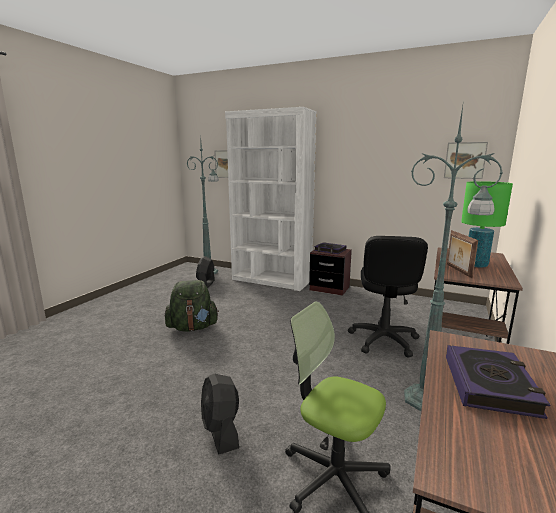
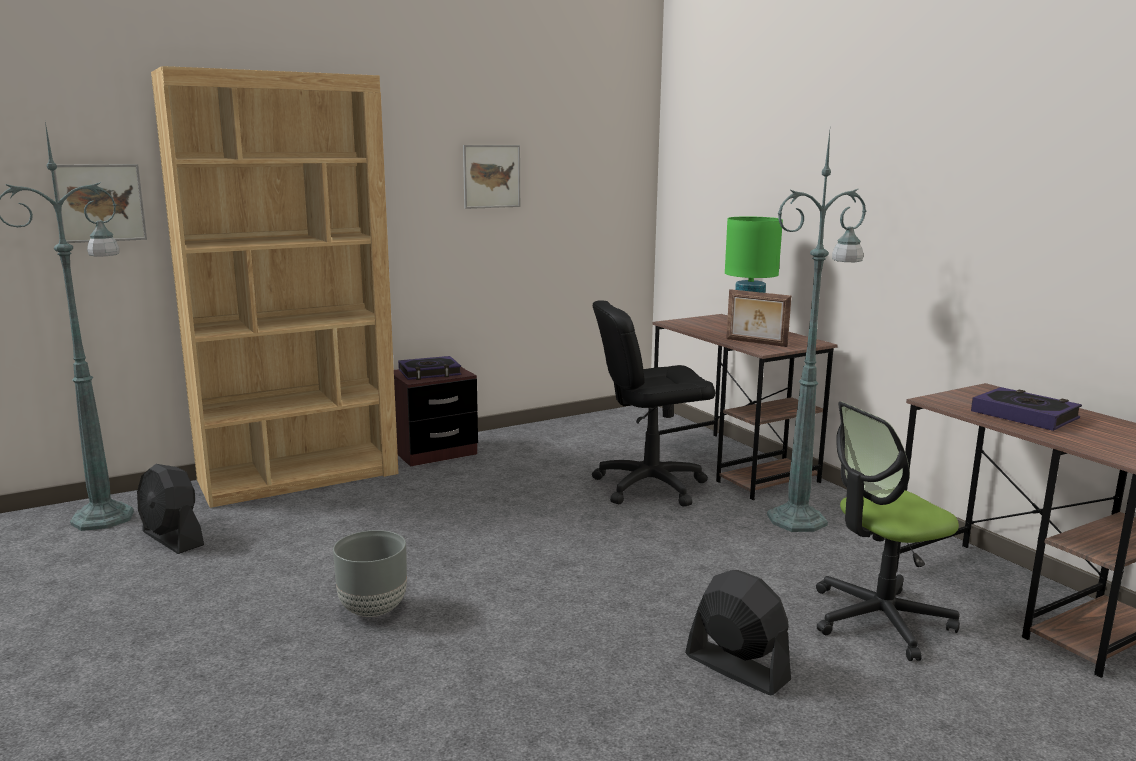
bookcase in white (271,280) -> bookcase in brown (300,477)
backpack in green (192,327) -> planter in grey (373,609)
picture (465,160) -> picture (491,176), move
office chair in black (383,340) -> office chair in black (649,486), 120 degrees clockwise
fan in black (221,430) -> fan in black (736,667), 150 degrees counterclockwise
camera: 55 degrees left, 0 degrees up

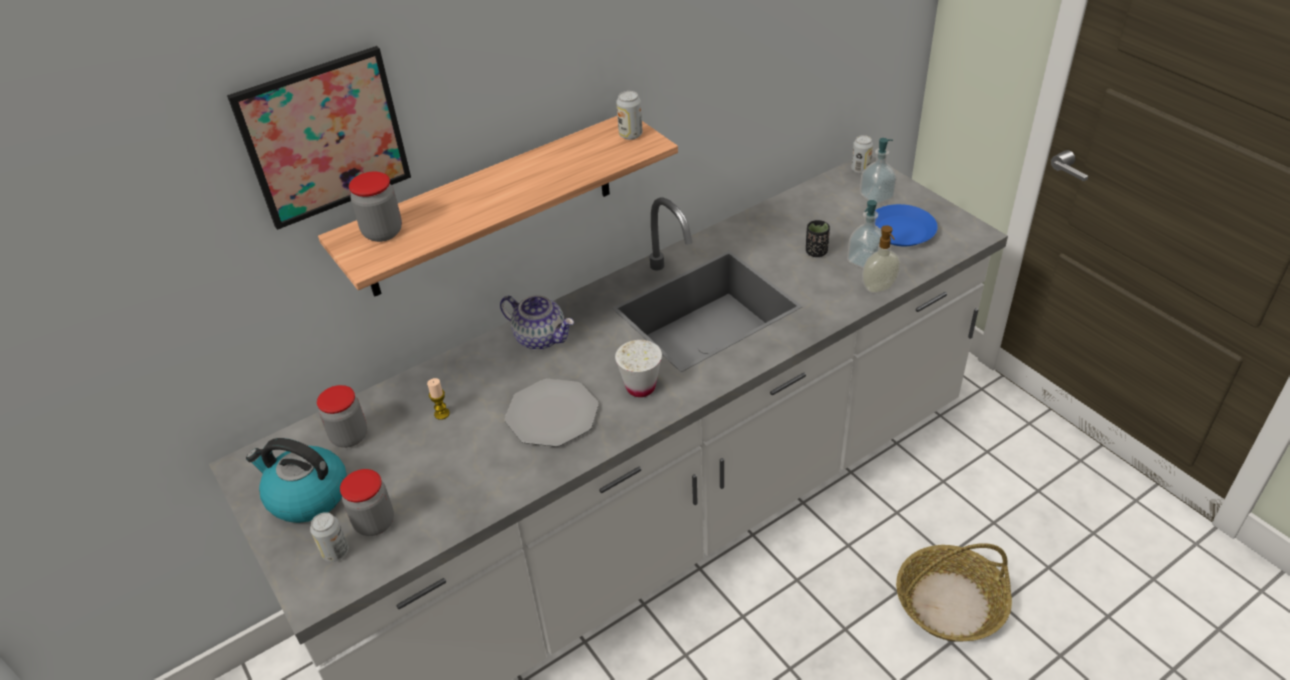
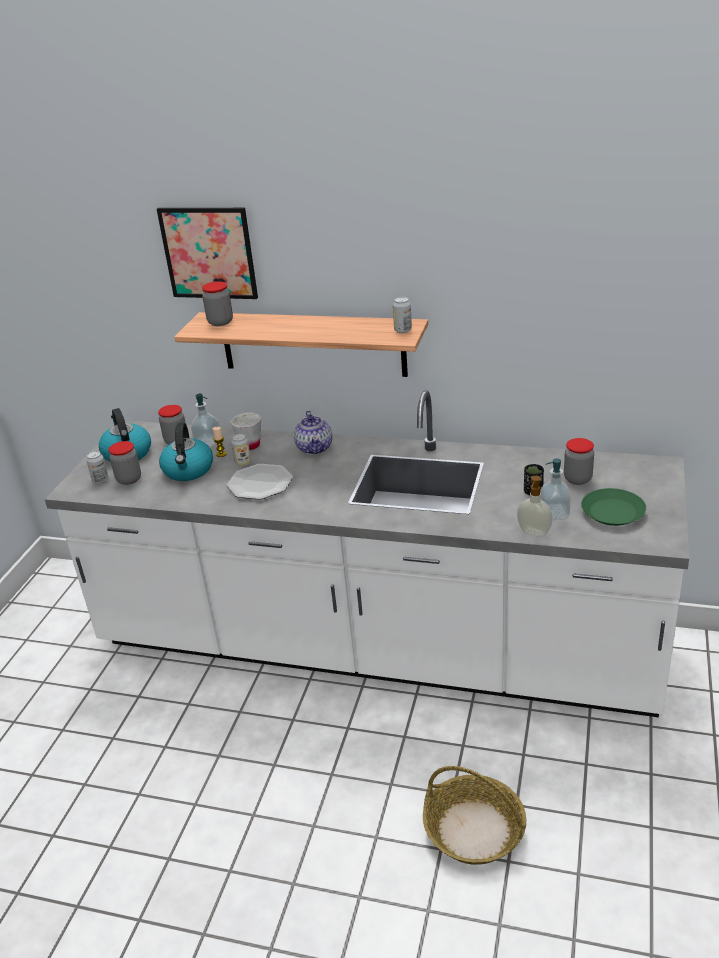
none -> kettle (188,470)
soap dispenser (876,197) -> soap dispenser (208,442), move
cup in white (640,387) -> cup in white (250,445), move
can (860,169) -> can (243,463), move
none -> jar (577,479)
plate in blue (901,232) -> plate in green (612,512)
camera: 50 degrees right, 10 degrees down

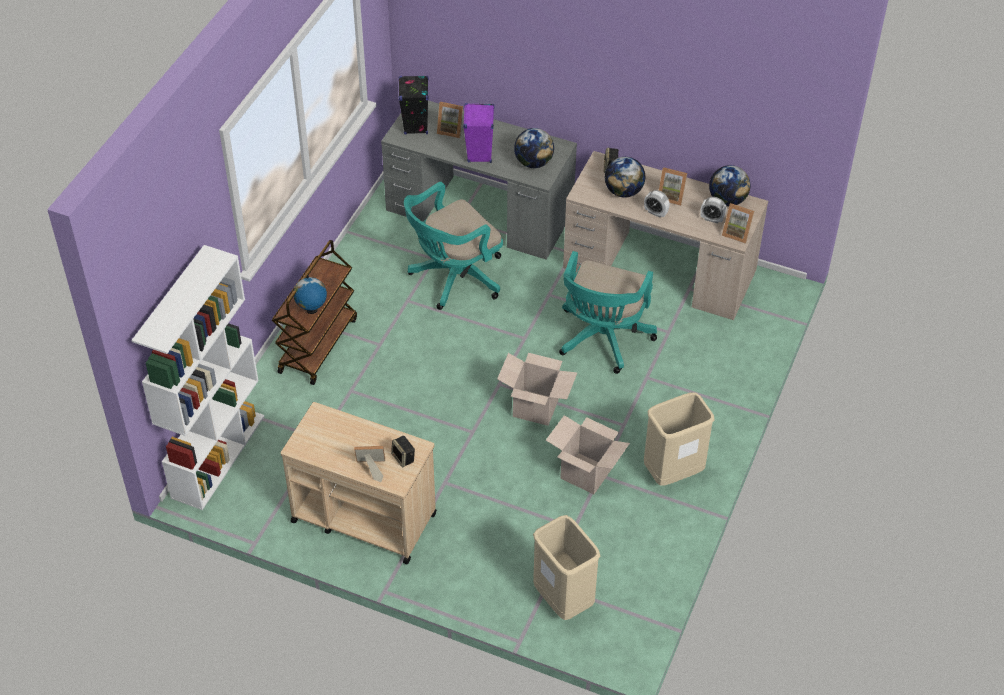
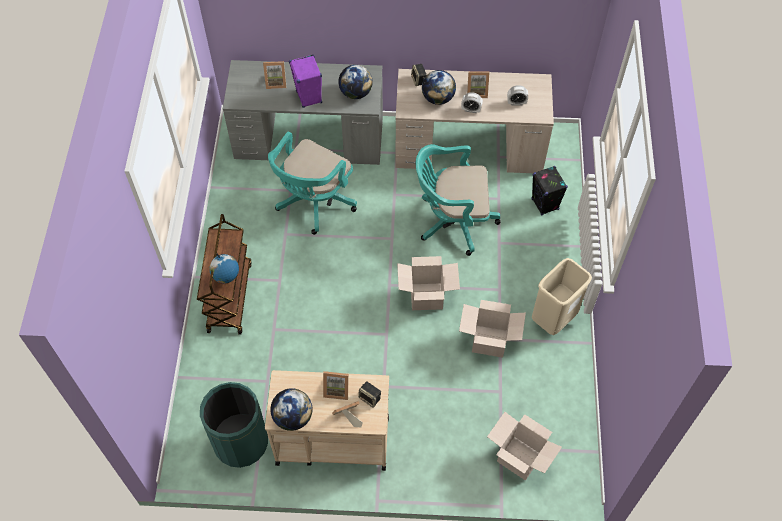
none -> trash can in green (240,442)
globe (727,200) -> globe (293,417), move
picture frame (737,233) -> picture frame (337,389), move
office chair in turquoise (602,340) -> office chair in turquoise (452,221), 90 degrees clockwise
trash can in beige (563,600) -> cardboard box (519,458)
speaker in black (416,126) -> speaker in black (545,204), move
bookcase in white (218,455) -> none
camera: 20 degrees left, 10 degrees up

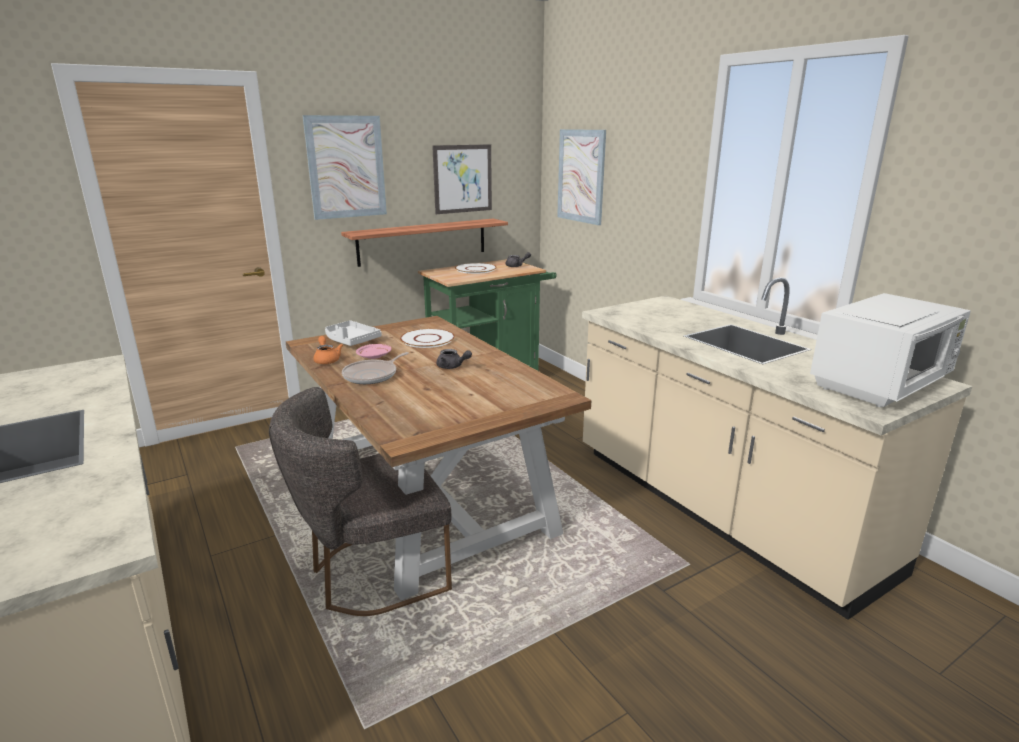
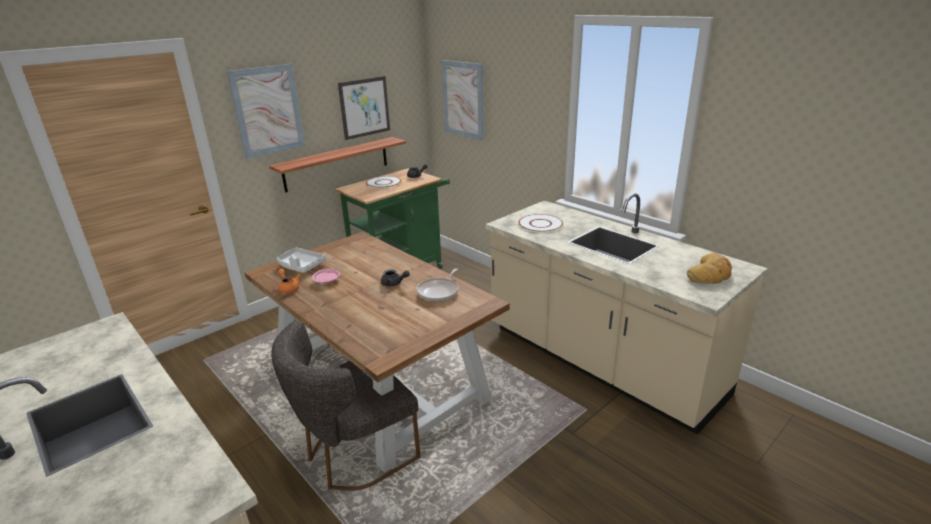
frying pan (372,375) -> frying pan (439,292), move
plate in white (428,339) -> plate in white (540,224), move
microwave in white (881,384) -> bread (710,274)
camera: 10 degrees left, 5 degrees up

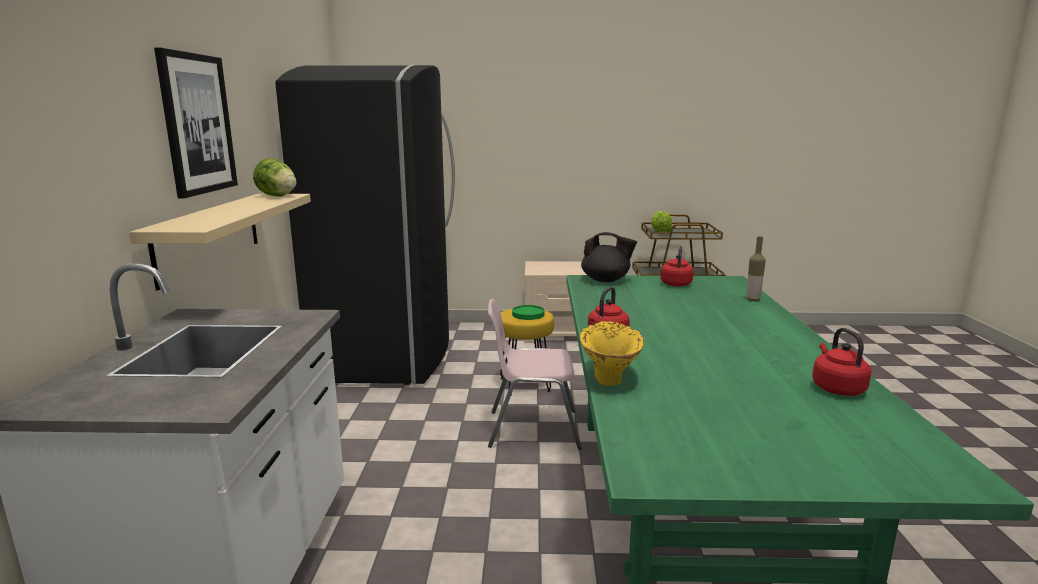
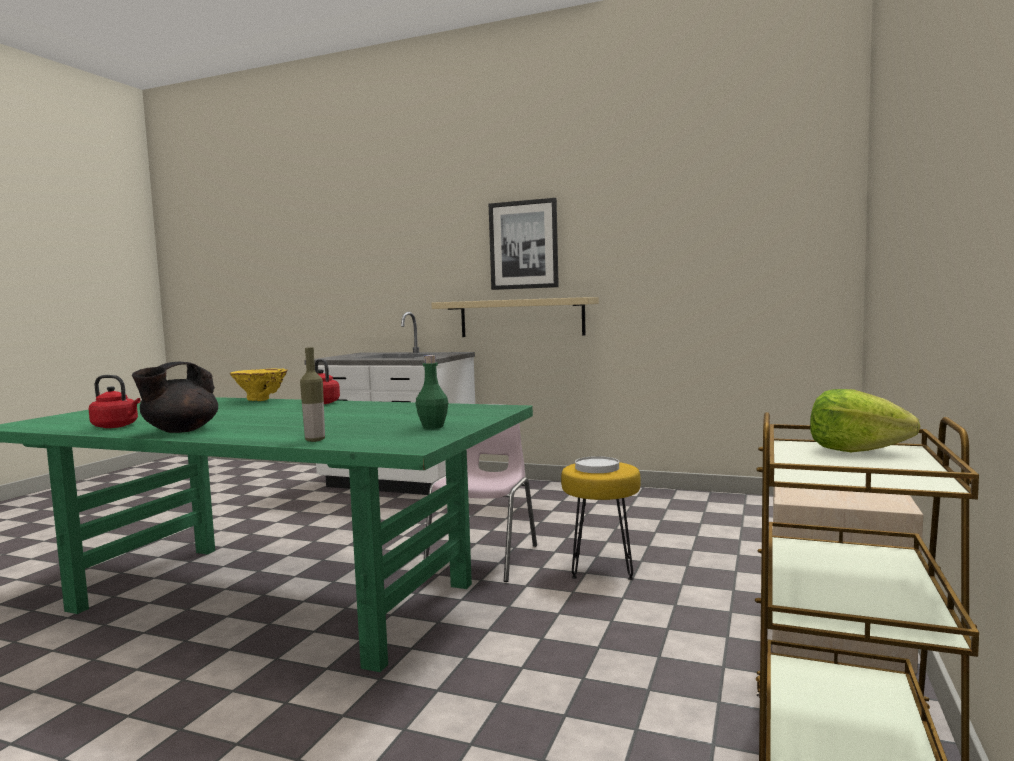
teapot in black (606,280) -> teapot in black (180,430), move
kettle in red (676,283) -> bottle in green (433,427)
plate in green (528,314) -> plate in white (597,468)
lettuce (277,196) -> none
fridge in black (389,353) -> none
camera: 110 degrees right, 10 degrees down

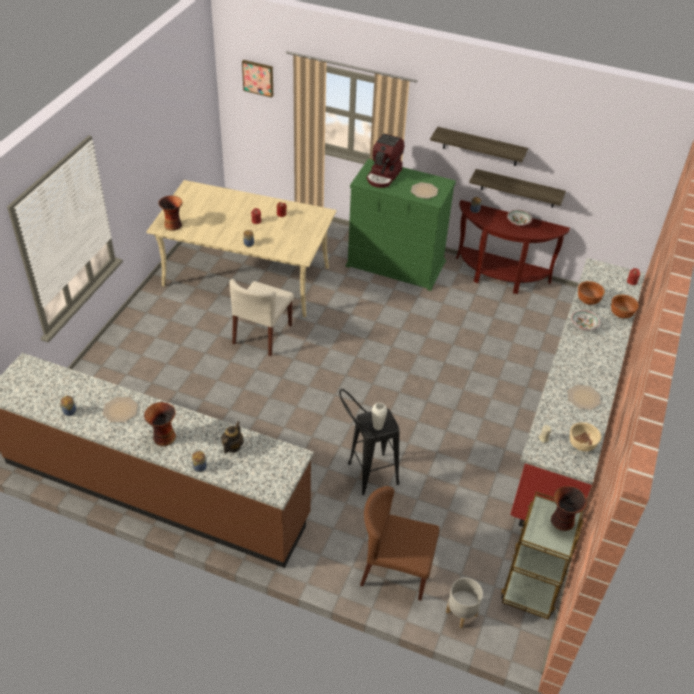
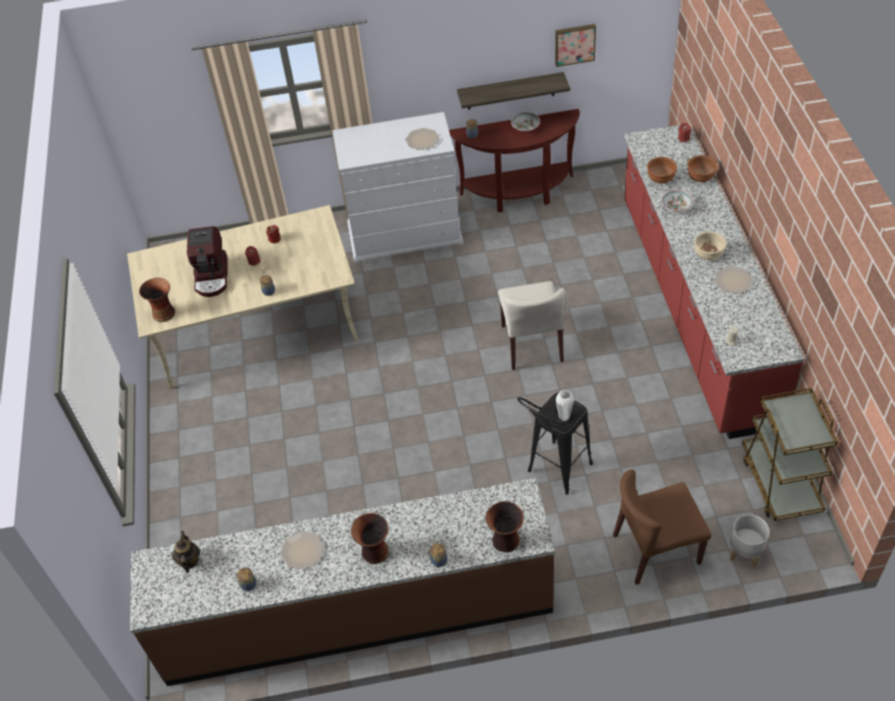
teapot (232,447) -> teapot (189,561), move
coffee machine (384,176) -> coffee machine (212,276), move
dresser in green (396,264) -> dresser in white (405,233)
vase (562,521) -> vase (506,541), move
chair in beige (262,334) -> chair in beige (532,343), move
picture (258,77) -> picture (574,44), move
bowl in beige (581,445) -> bowl in beige (708,255), move
shelf (480,147) -> none
camera: 25 degrees left, 5 degrees up

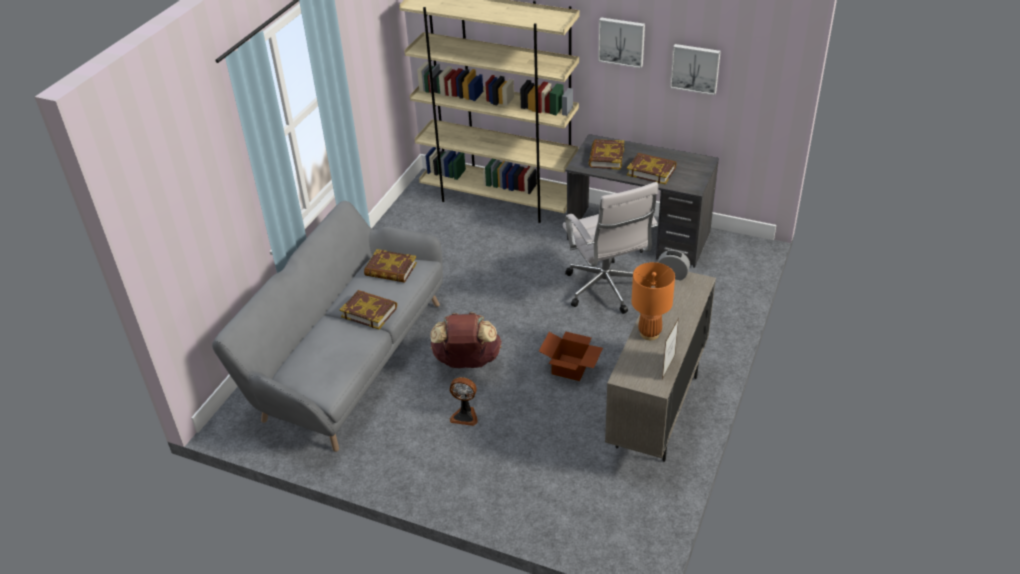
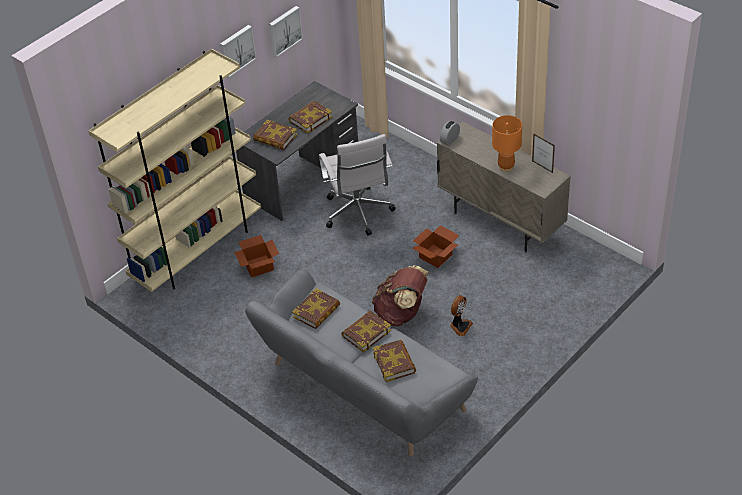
none -> cardboard box (259,265)
office chair in white (607,290) -> office chair in white (359,214), 75 degrees clockwise
none -> book (394,363)
camera: 70 degrees left, 5 degrees up

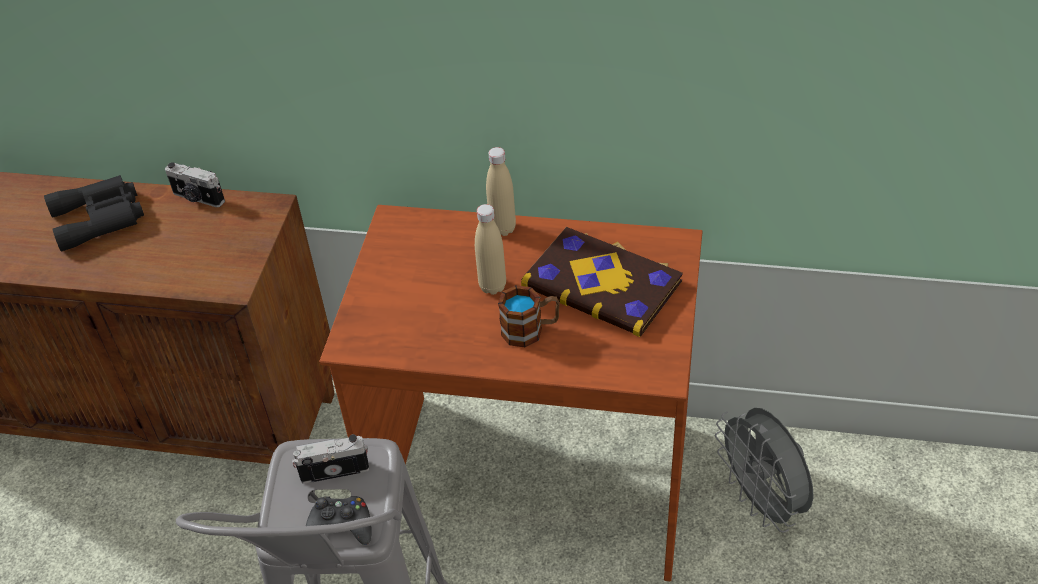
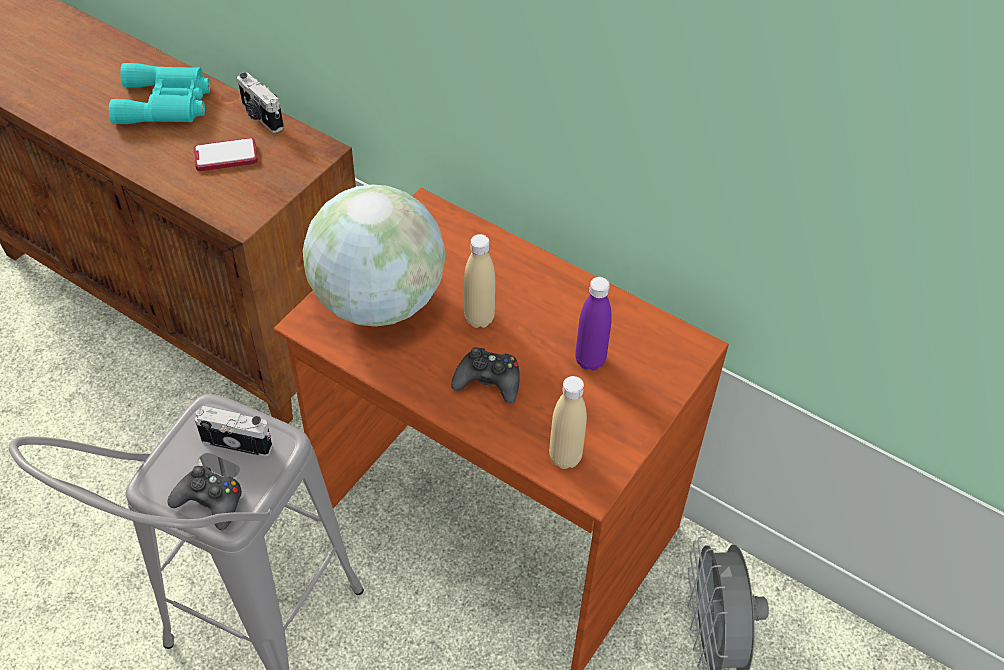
binoculars in black (101,218) -> binoculars in turquoise (166,103)
none -> phone (226,156)
none -> globe (379,301)
mug (530,330) -> game controller in black (488,381)
bottle in beige (502,228) -> bottle in beige (565,457), move
book (603,283) -> bottle in purple (590,360)
camera: 20 degrees right, 5 degrees up

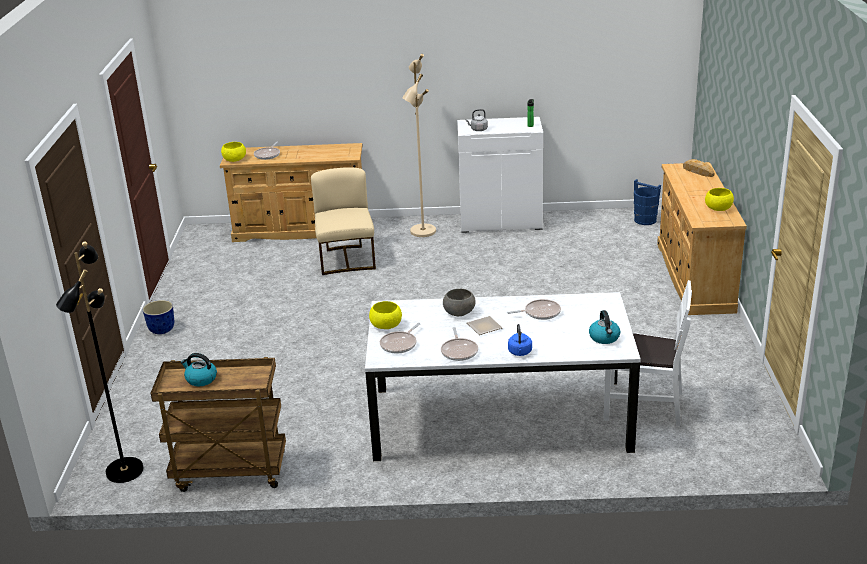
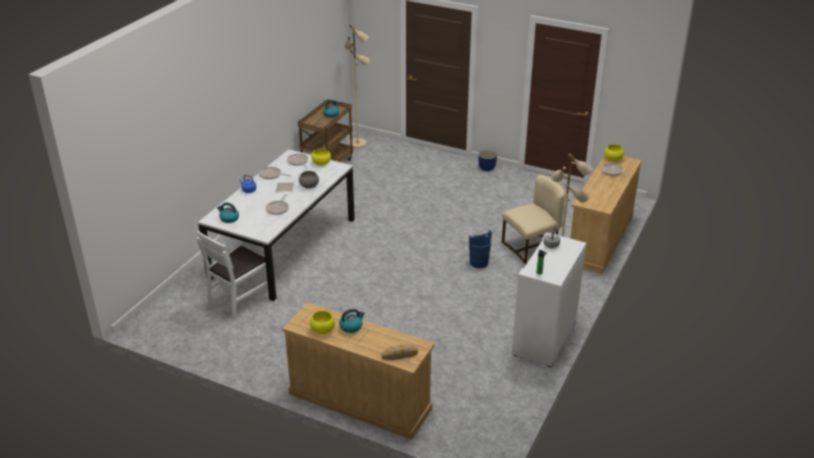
none -> kettle (351,326)
floor lamp in black (123,470) -> floor lamp in beige (358,143)
bucket in blue (645,220) -> bucket in blue (479,262), move
chair in beige (346,260) -> chair in beige (531,247), 45 degrees counterclockwise
camera: 115 degrees right, 5 degrees up

